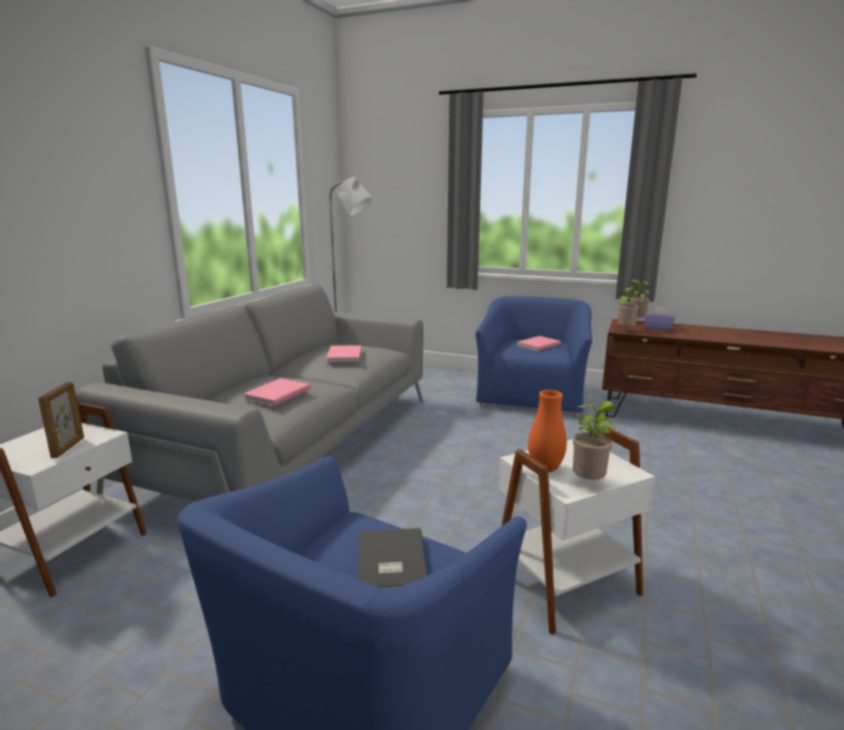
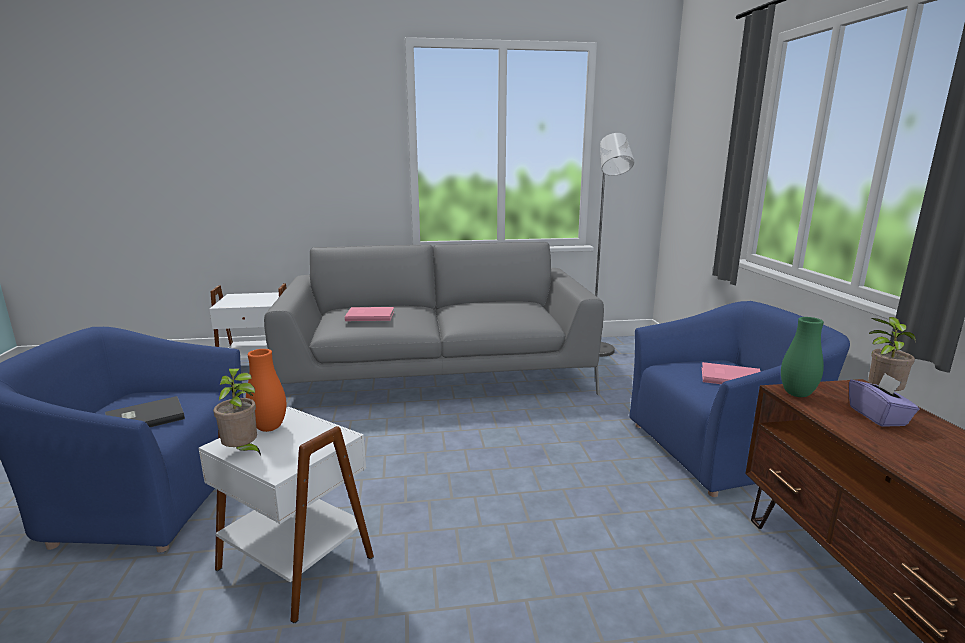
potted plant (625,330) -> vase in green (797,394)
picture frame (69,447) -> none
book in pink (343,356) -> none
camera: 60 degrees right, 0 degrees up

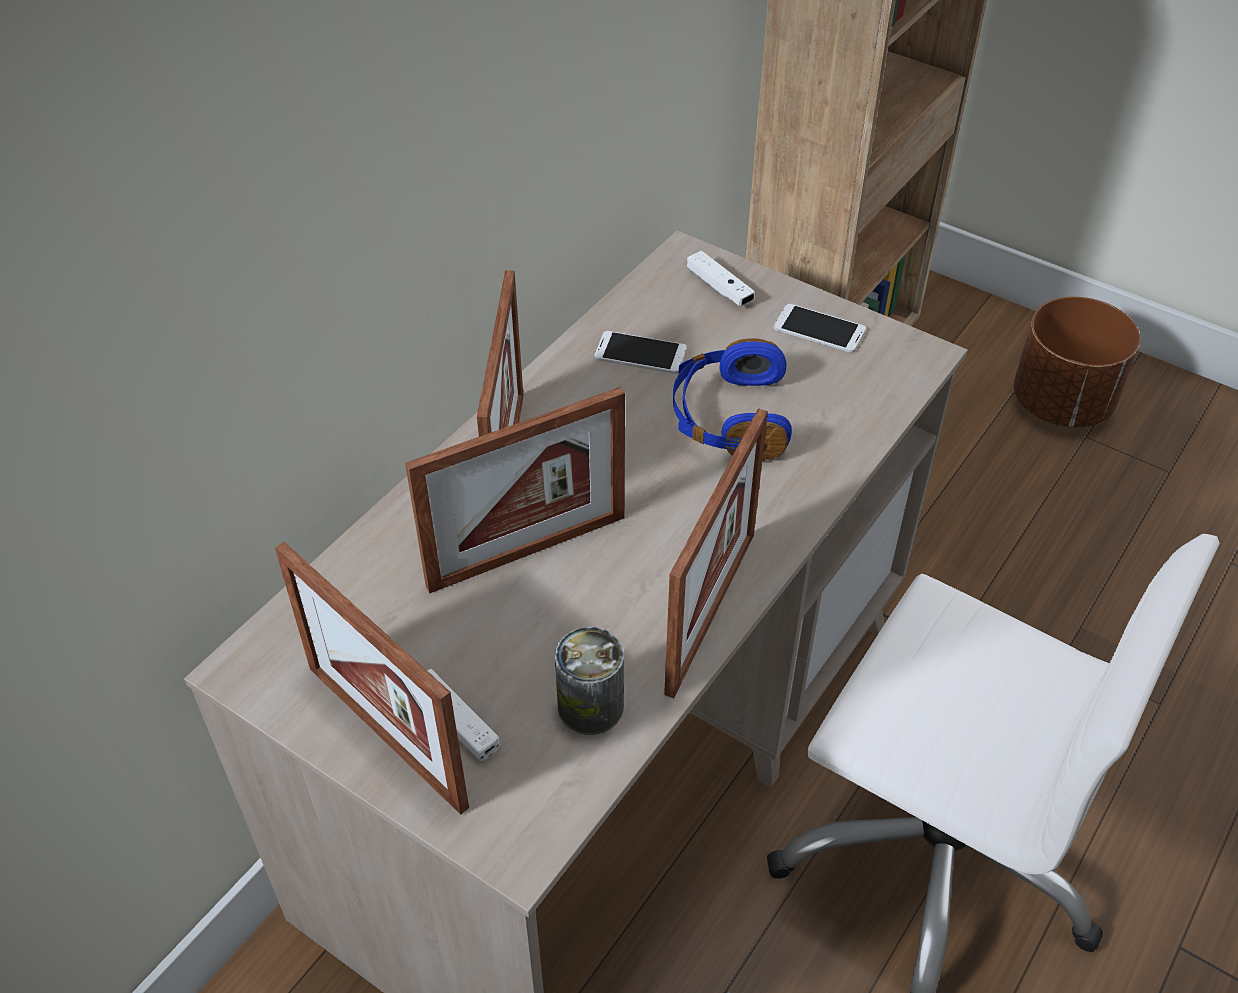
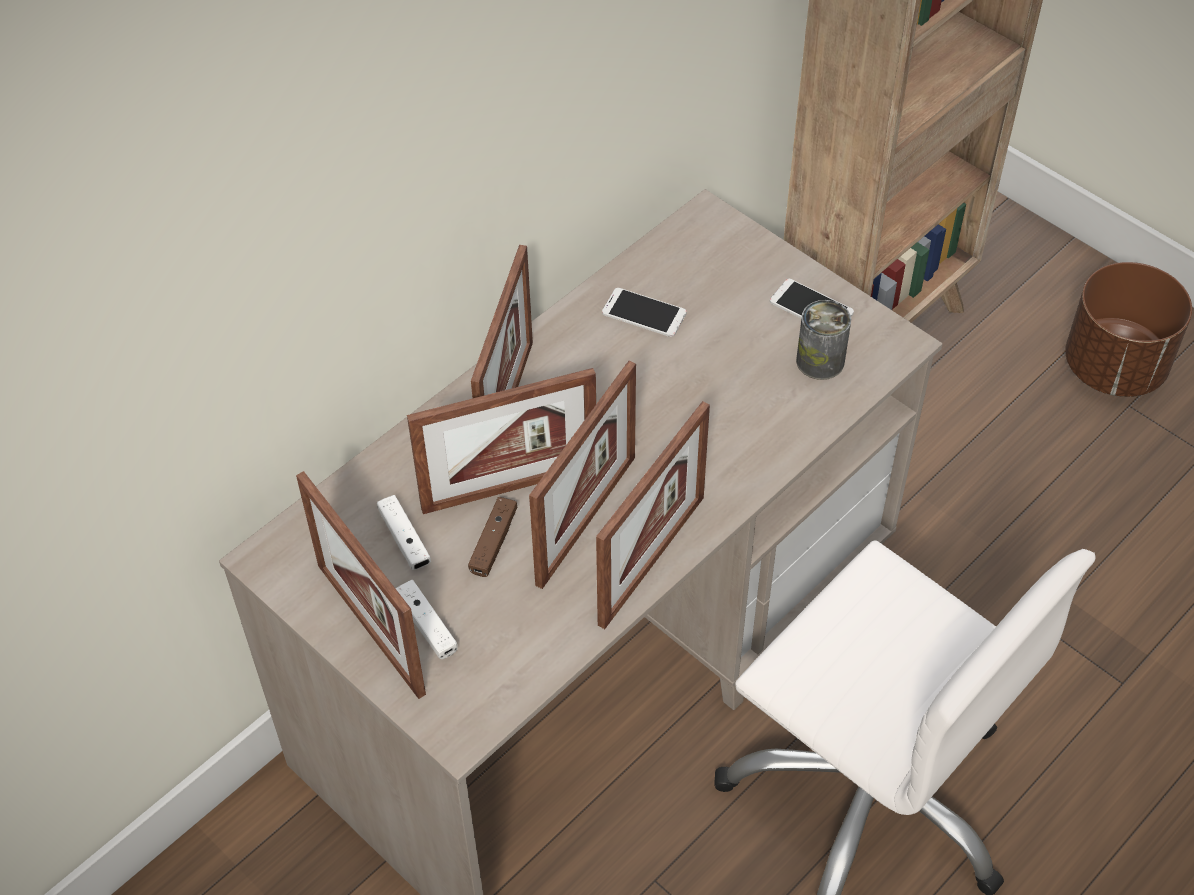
game controller in white (719,287) -> game controller in white (404,539), move
none -> game controller in brown (493,542)
none -> picture frame (586,520)
can (590,706) -> can (820,361), move
headphones in blue (729,418) -> none
camera: 10 degrees right, 5 degrees up

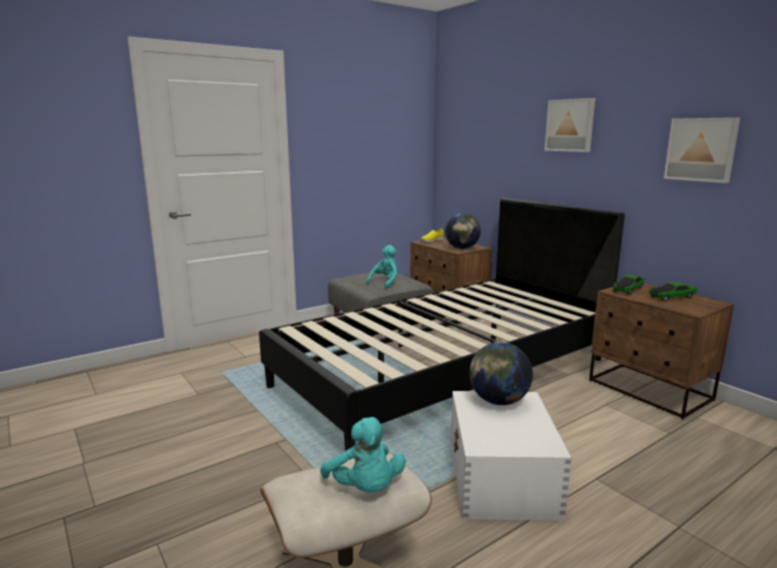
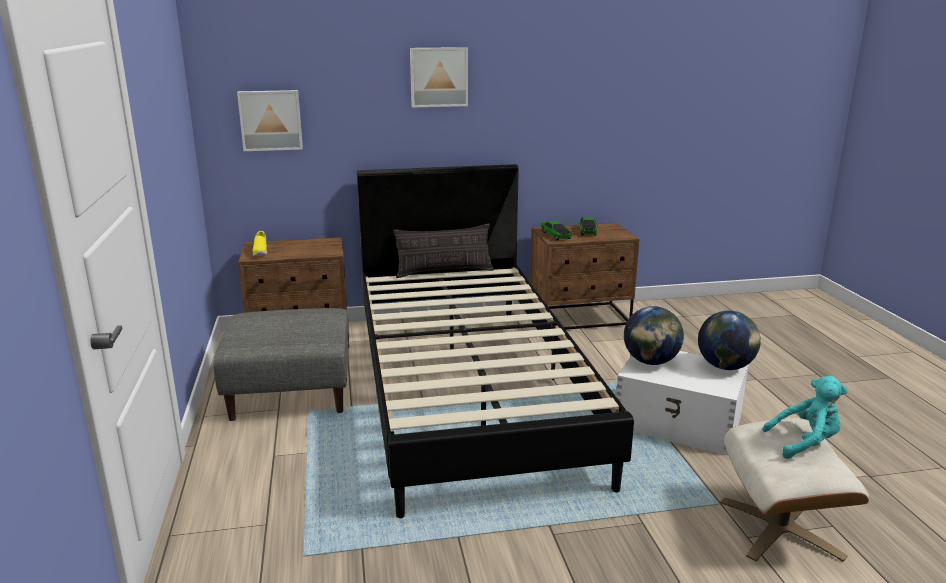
picture (701,149) -> picture (270,120), move
none -> pillow (444,272)
globe (462,248) -> globe (725,367), move
plush toy in turquoise (385,283) -> none
camera: 65 degrees left, 5 degrees up

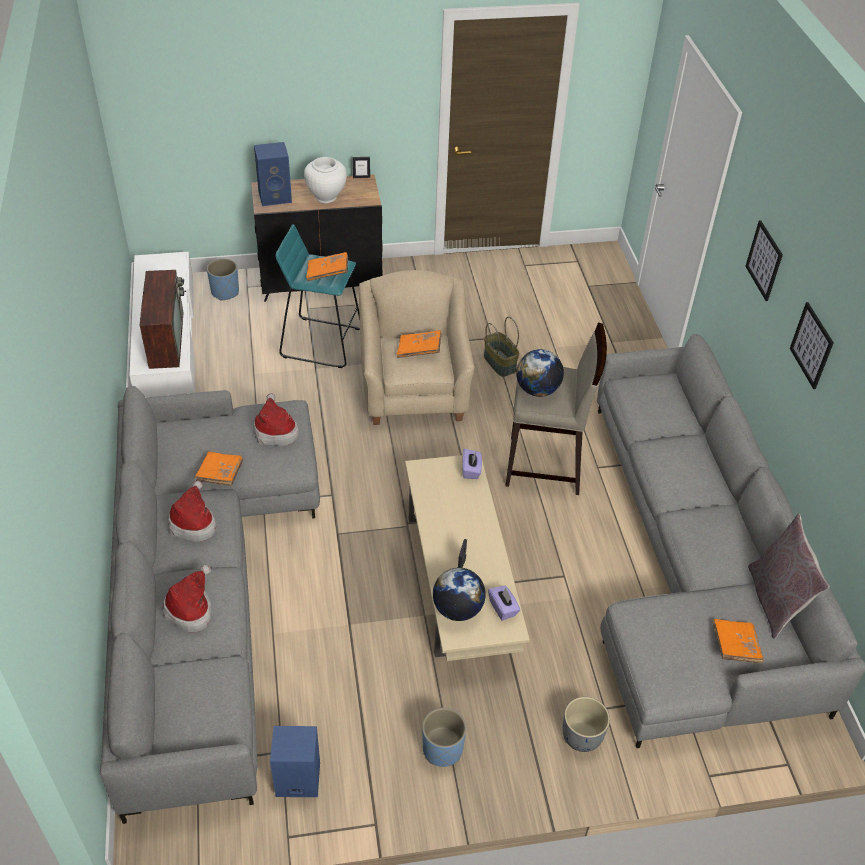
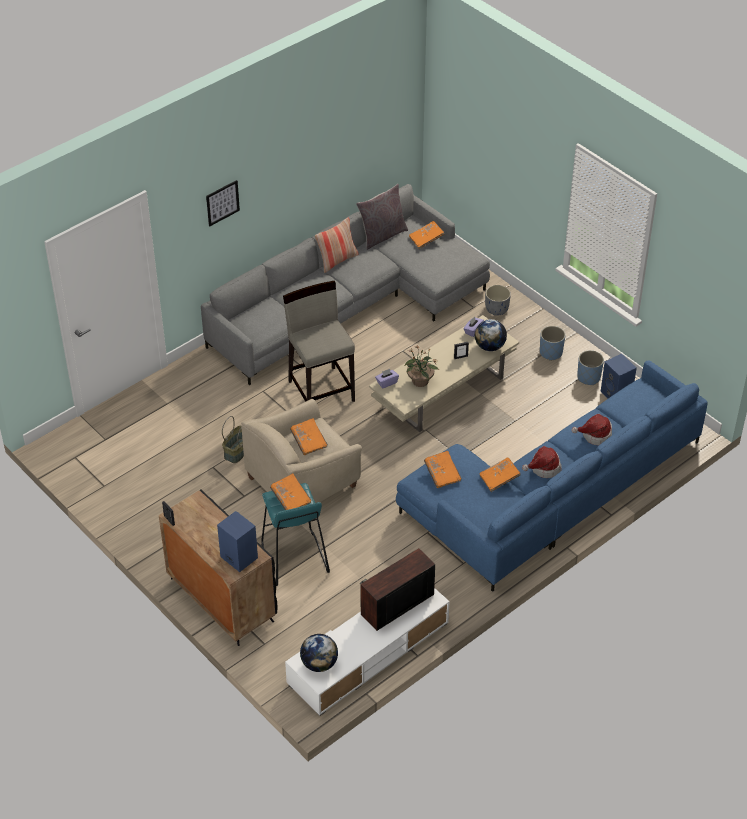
globe (537,390) -> globe (319,663), move
none -> pillow (337,260)
sofa in grey (205,586) -> sofa in blue (550,494)
none -> potted plant (420,381)
hat (275,431) -> book in orange (442,474)
planter in blue (225,292) -> planter in blue (588,377), move
vase in white (326,197) -> none
picture (811,345) -> none
camera: 120 degrees left, 0 degrees up

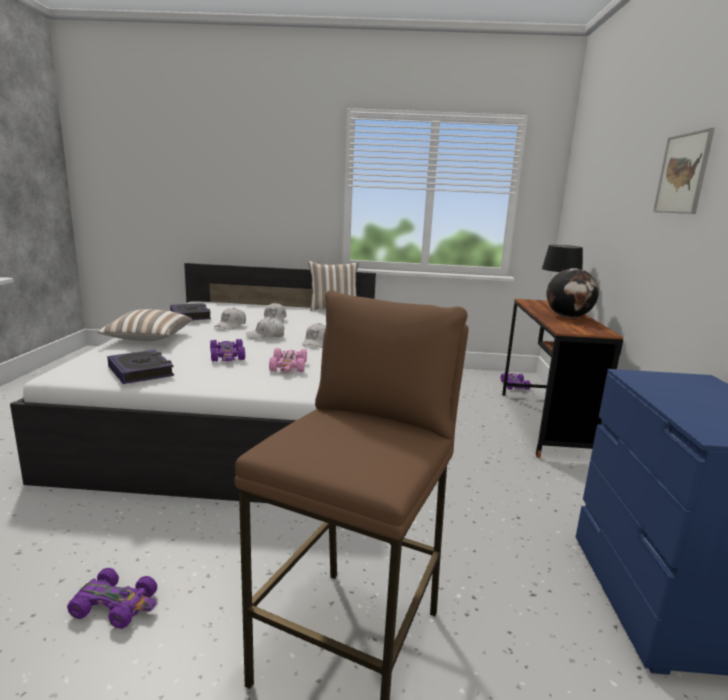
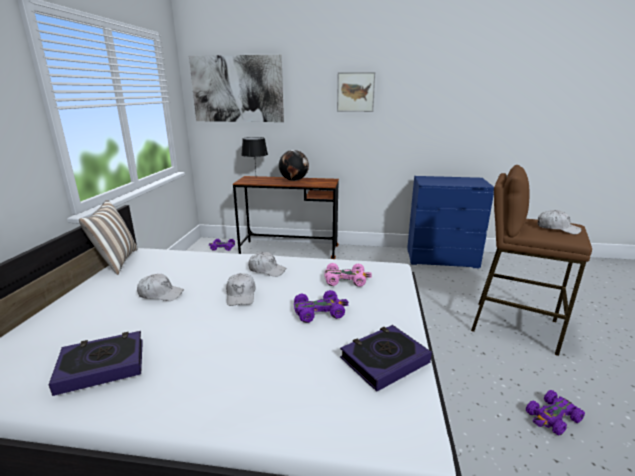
none -> picture (237,89)
toy car in purple (116,605) -> toy car in purple (552,417), 135 degrees counterclockwise
cap in white (231,325) -> cap in white (557,228), move
pillow (148,339) -> none
camera: 85 degrees left, 5 degrees up

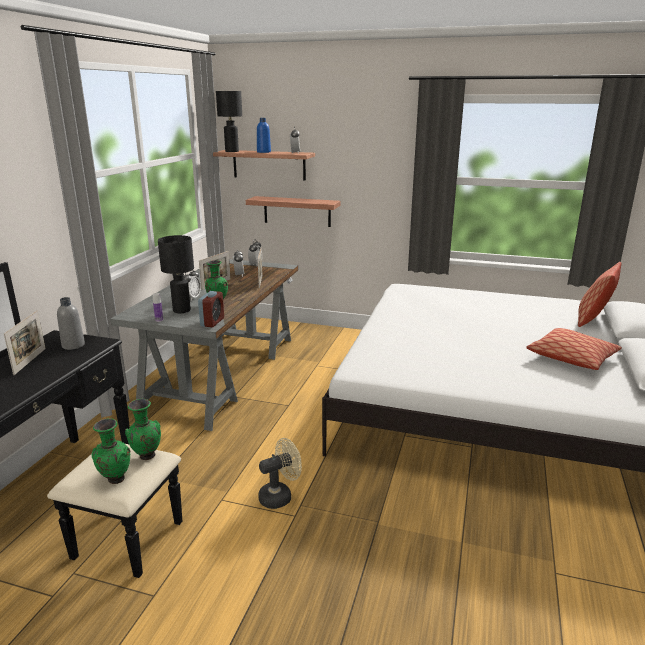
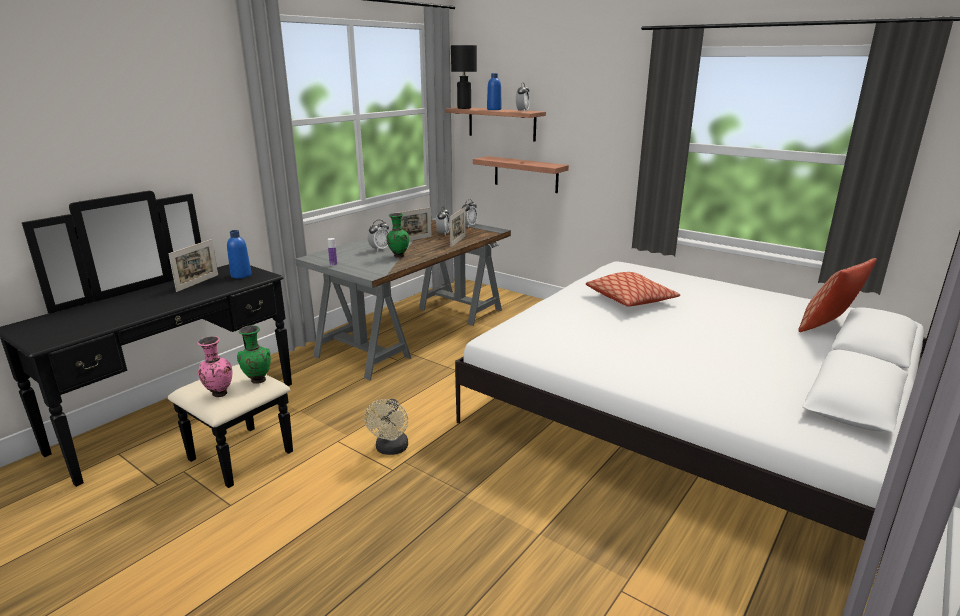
vase in green (115,480) -> vase in pink (218,394)
bottle in grey (73,345) -> bottle in blue (241,275)
fan in beige (280,496) -> fan in beige (391,449), 105 degrees clockwise
pillow (572,358) -> pillow (630,299), move
table lamp in black (181,310) -> none
alarm clock (212,322) -> none
camera: 20 degrees right, 0 degrees up

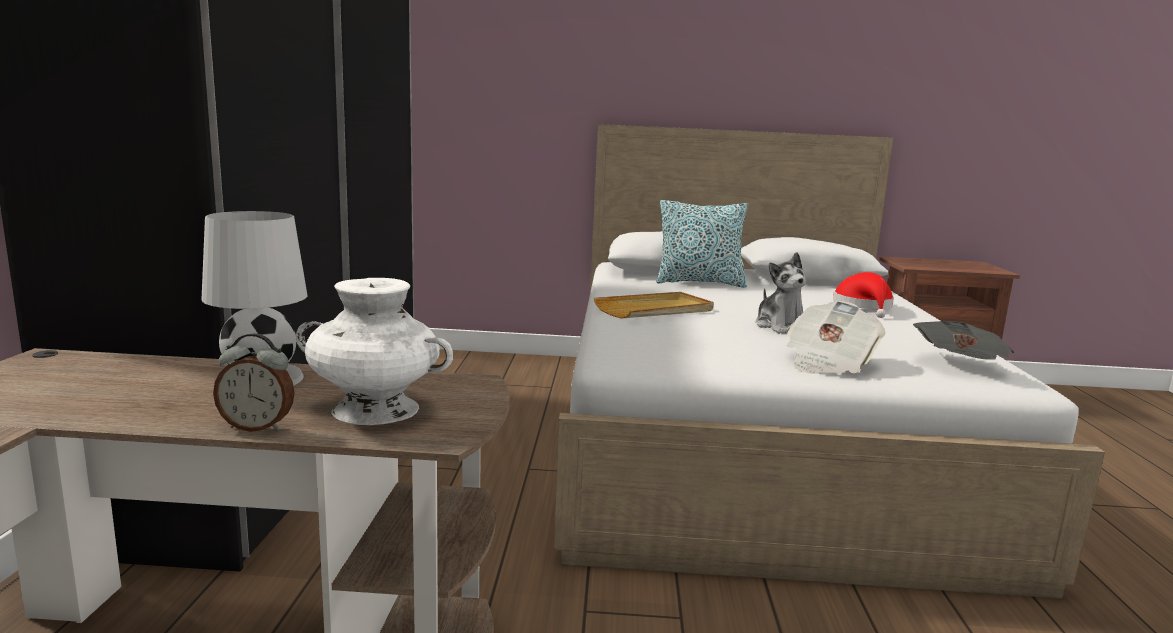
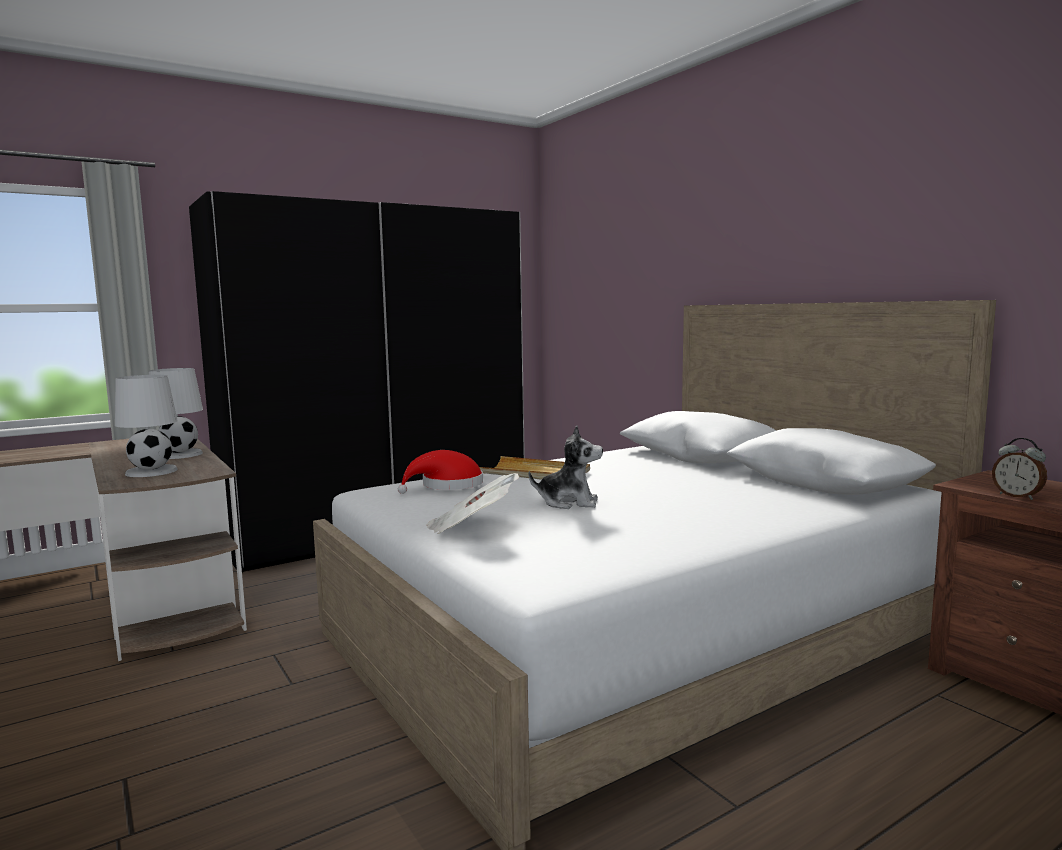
vase in white (374,410) -> table lamp in white (151,471)
hat in red (864,306) -> hat in red (447,486), move
plush toy (780,326) -> plush toy (569,502), 120 degrees counterclockwise
alarm clock (257,427) -> alarm clock (1017,496), move
pillow (699,282) -> none
newspaper (960,365) -> none
camera: 55 degrees right, 5 degrees down

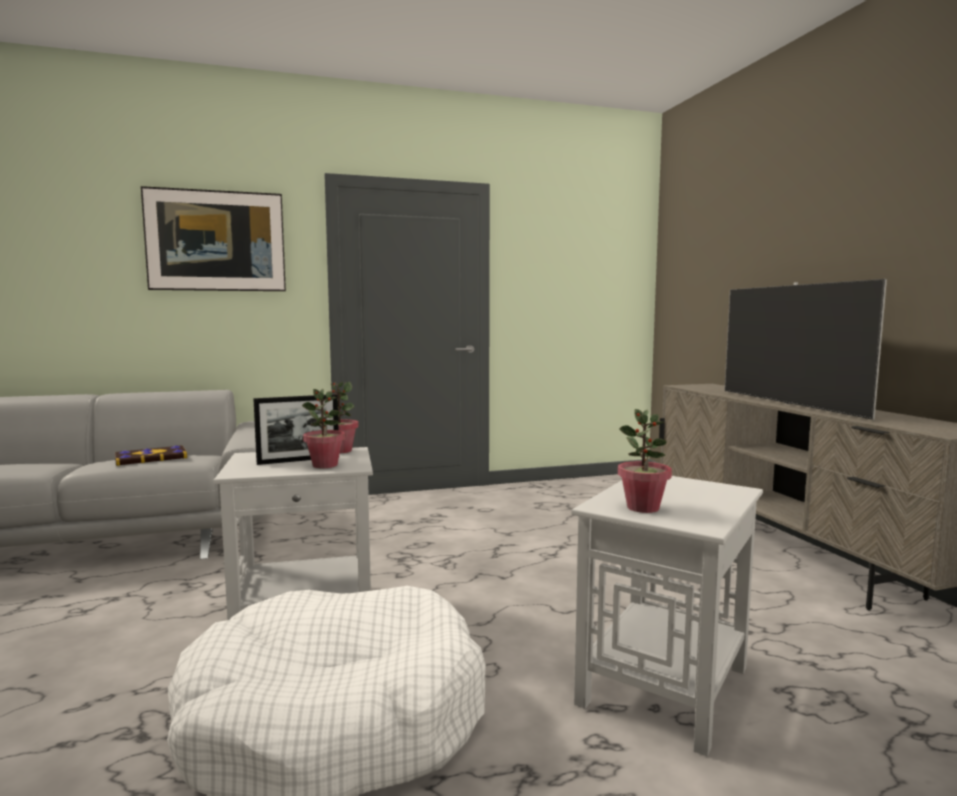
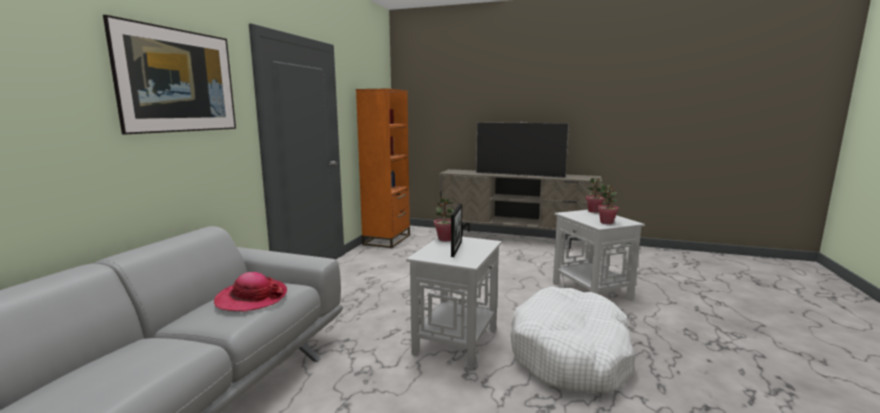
book (151,457) -> hat (251,298)
none -> bookcase in orange (387,240)
potted plant (325,465) -> potted plant (594,211), move
camera: 55 degrees left, 5 degrees up

